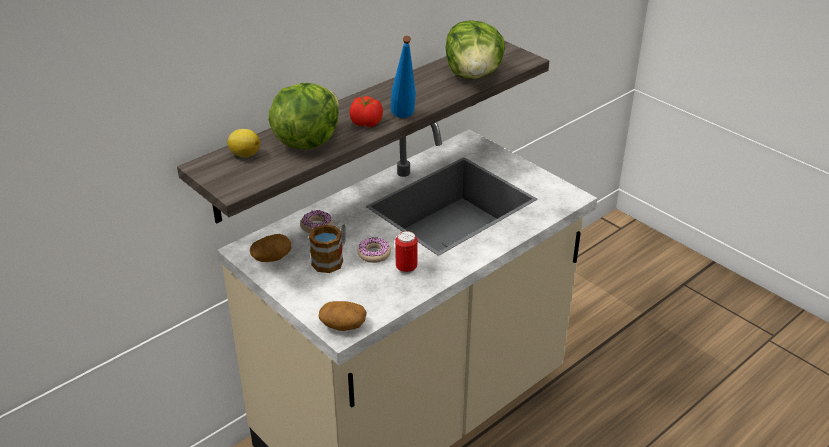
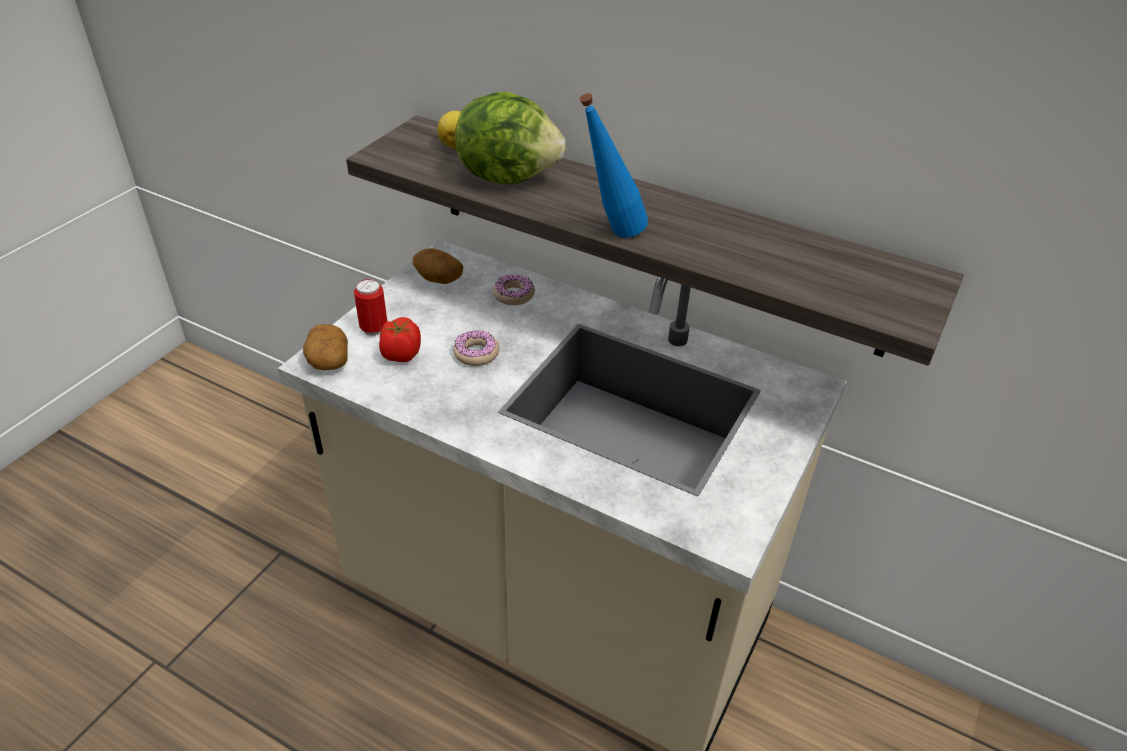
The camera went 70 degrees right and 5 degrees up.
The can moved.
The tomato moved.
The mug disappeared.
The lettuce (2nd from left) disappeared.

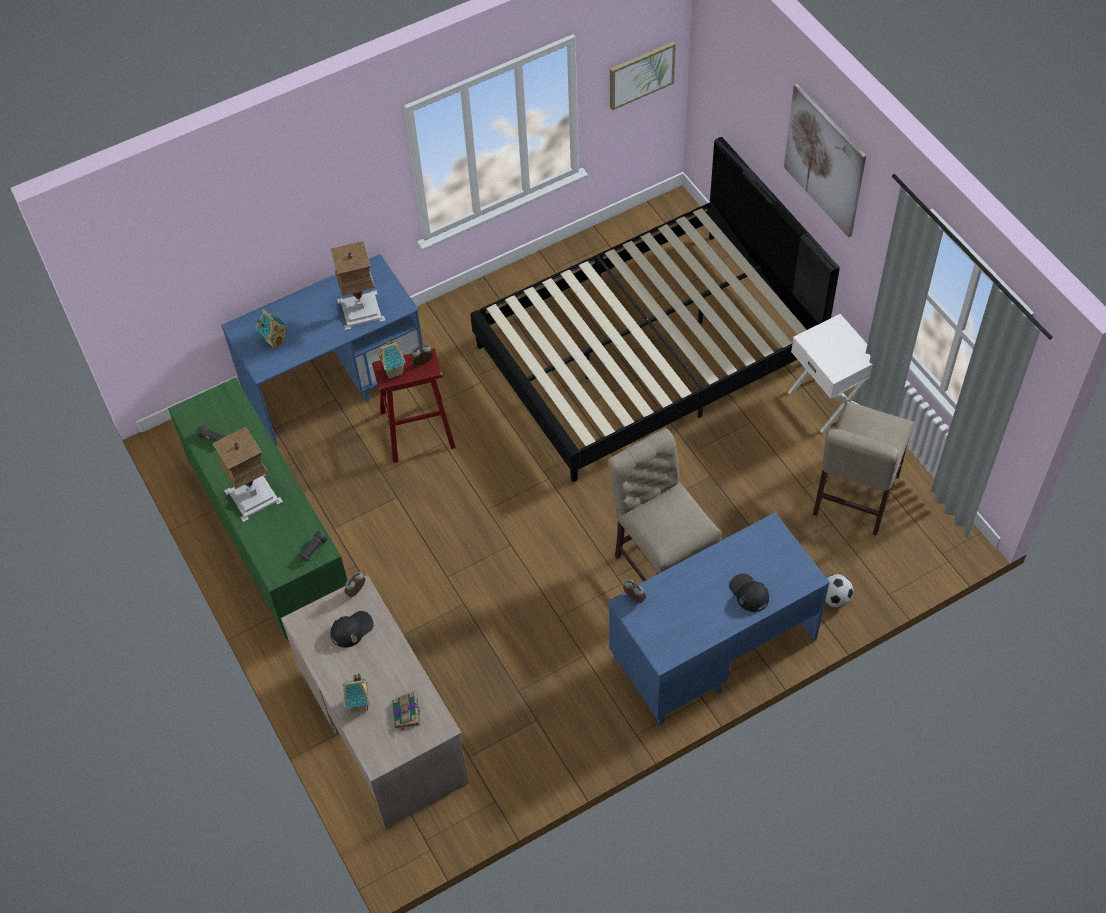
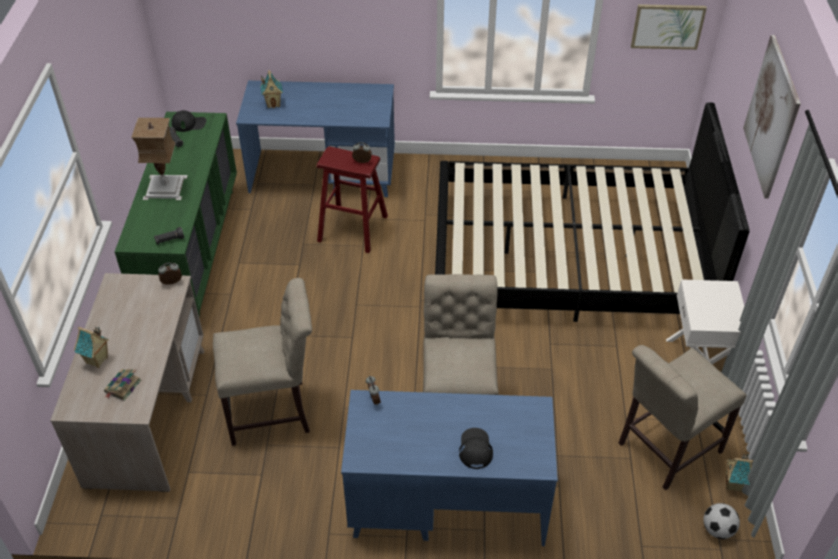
The camera went 30 degrees right and 10 degrees down.
The black cap (1st from left) moved.
The beige chair (1st from left) appeared.
The football moved.
The toy house (3rd from left) moved.
The table lamp (2nd from left) disappeared.

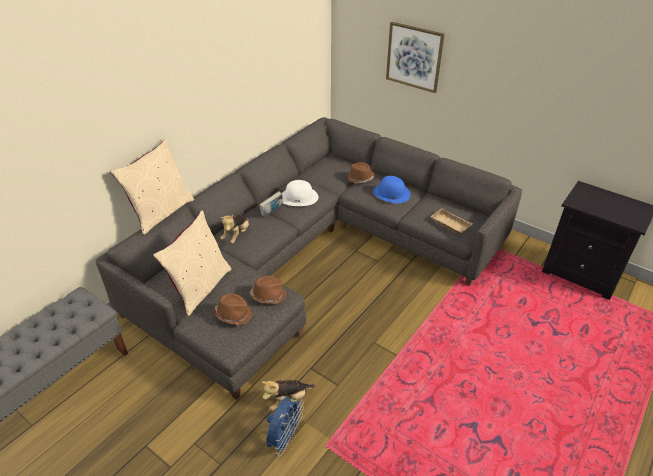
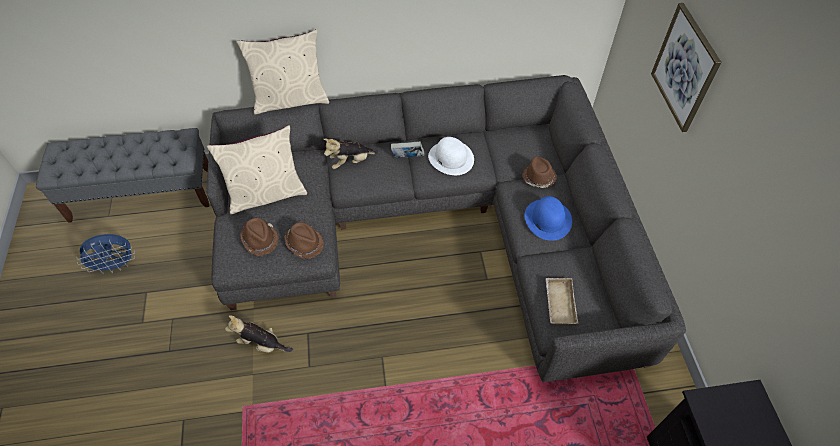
The camera went 45 degrees right and 15 degrees up.
The blue fan moved.

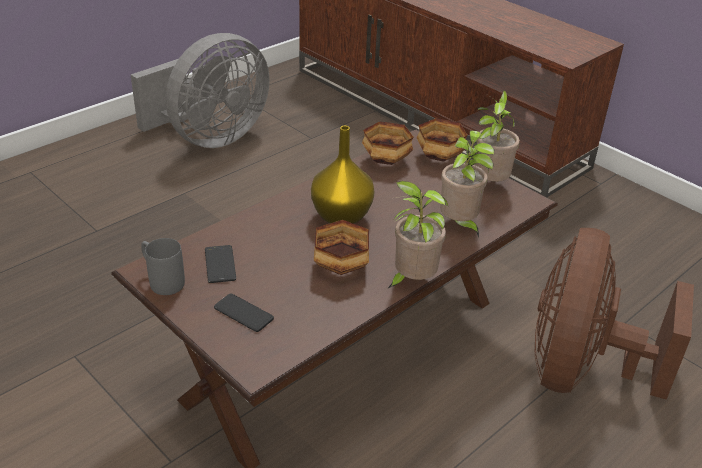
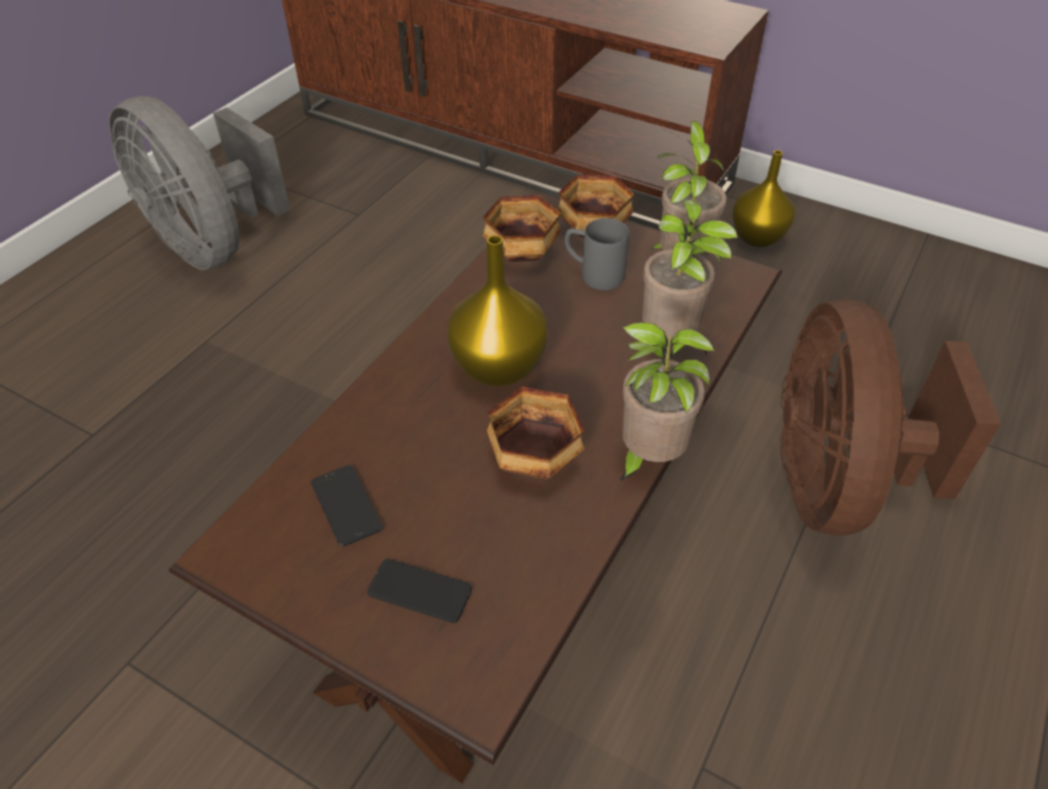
The camera went 15 degrees left and 10 degrees up.
The grey fan turned 105 degrees clockwise.
The grey mug moved.
The yellow vase (2nd from left) appeared.

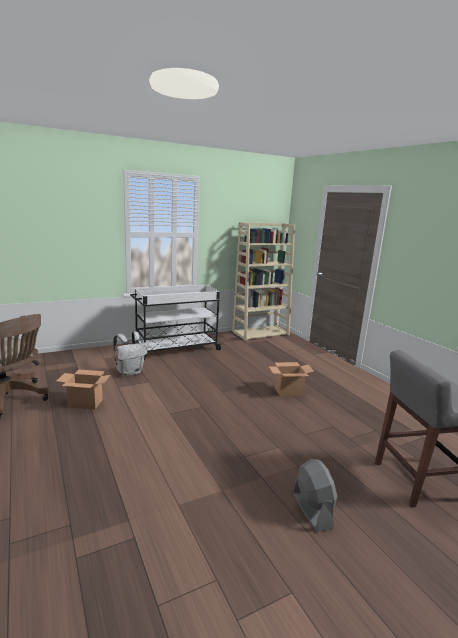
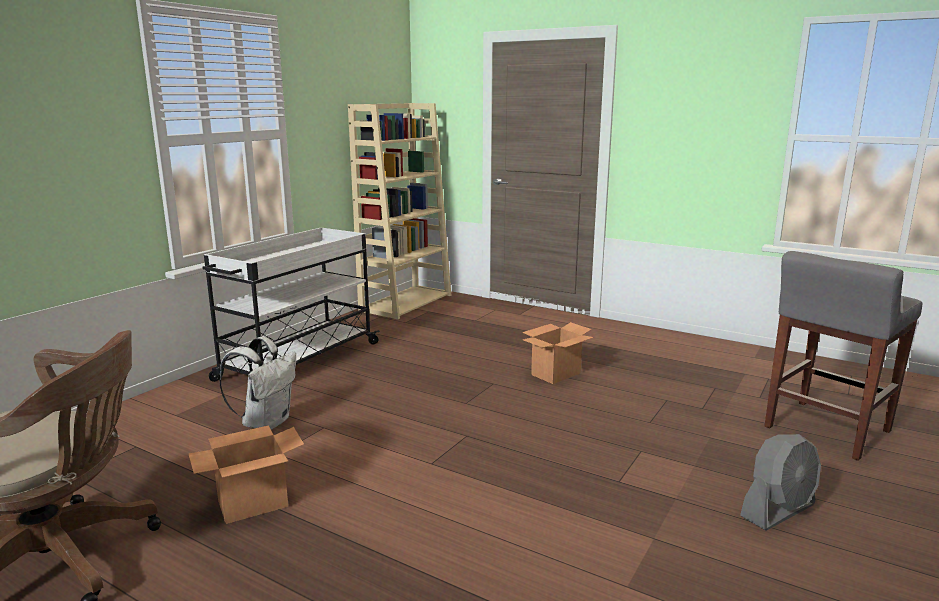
The camera went 30 degrees left and 0 degrees up.
The grey fan turned 105 degrees clockwise.

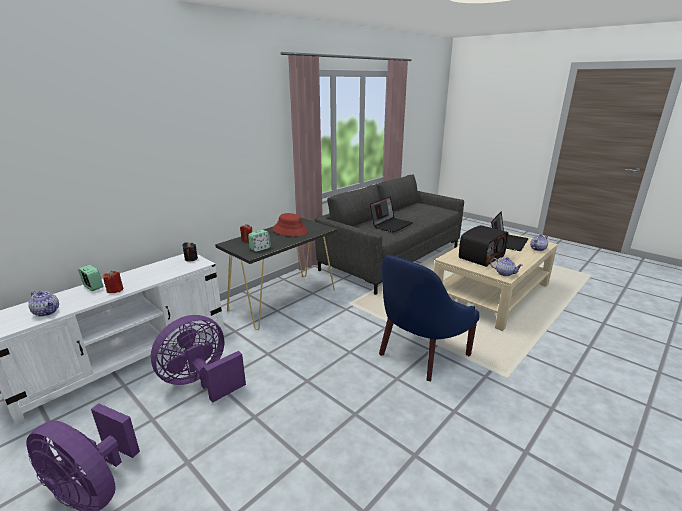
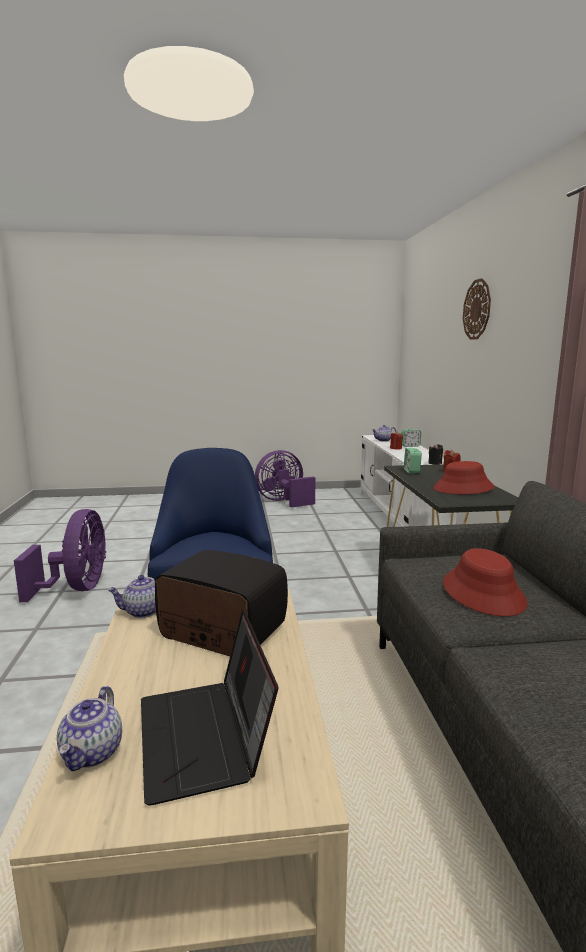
The camera went 130 degrees right and 10 degrees down.
The purple fan (2nd from left in the first image) moved.
The radio turned 120 degrees clockwise.
The laptop (1st from left) was replaced by the red hat (2nd from left).
The wall clock appeared.

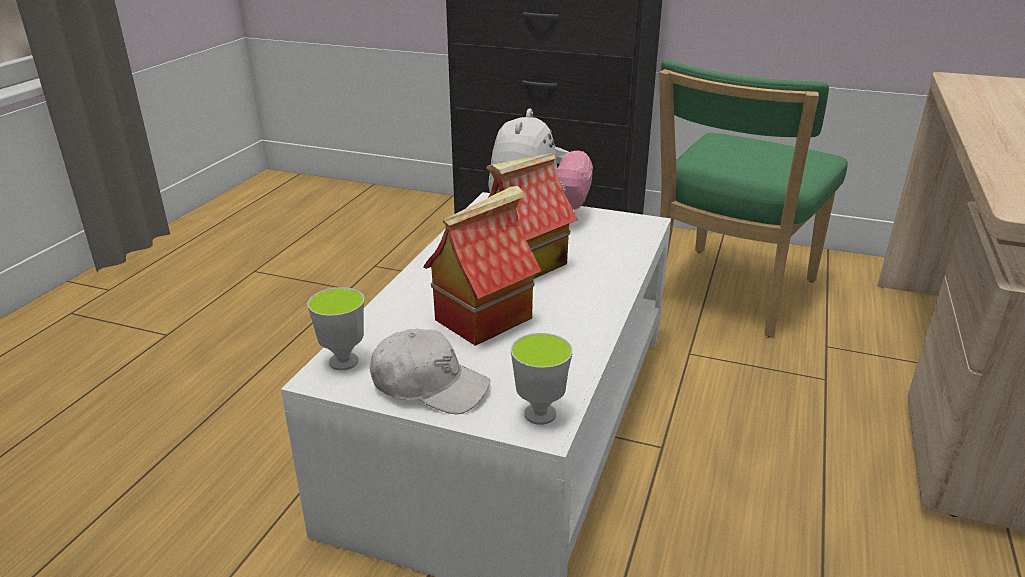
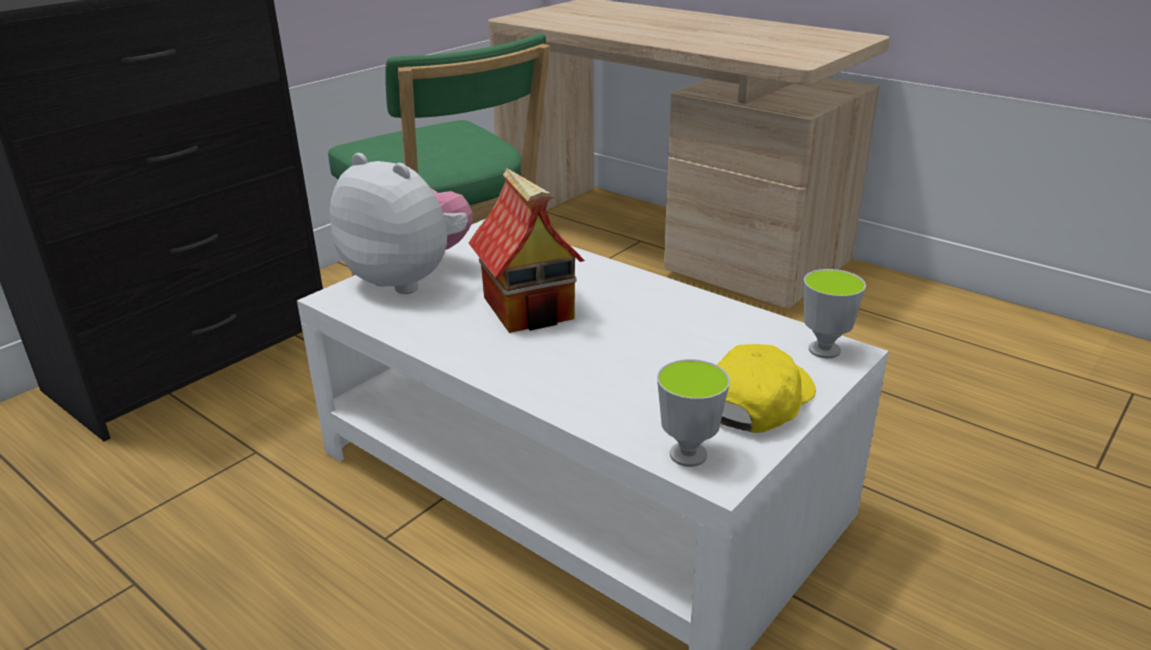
The camera went 70 degrees left and 0 degrees up.
The white cap became the yellow cap.
The toy house (1st from left) disappeared.

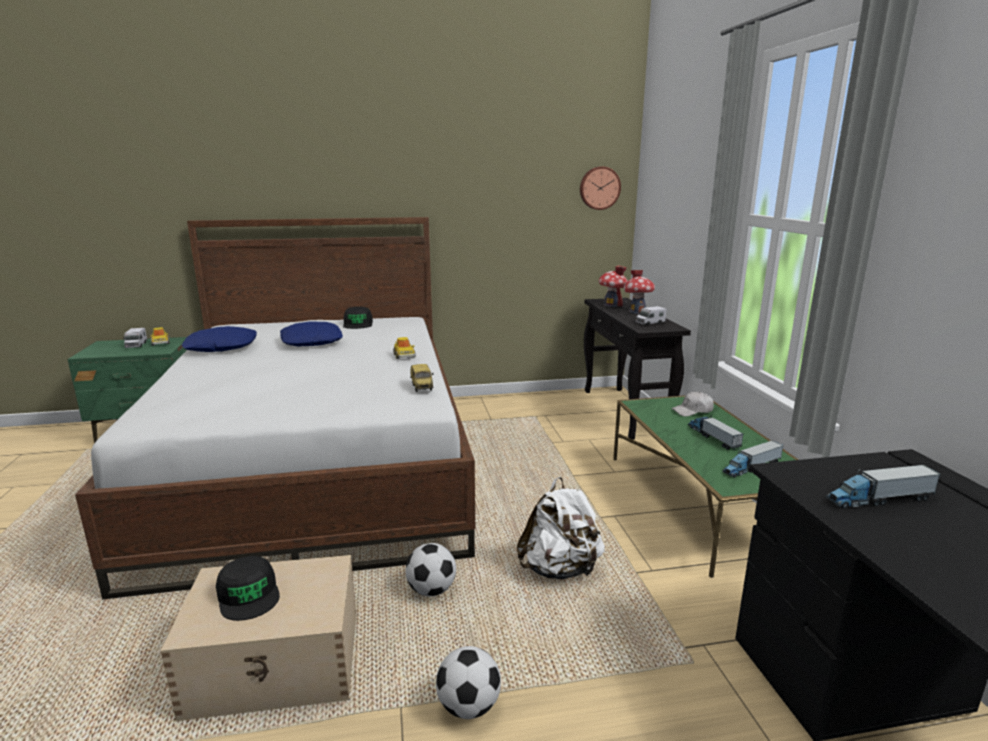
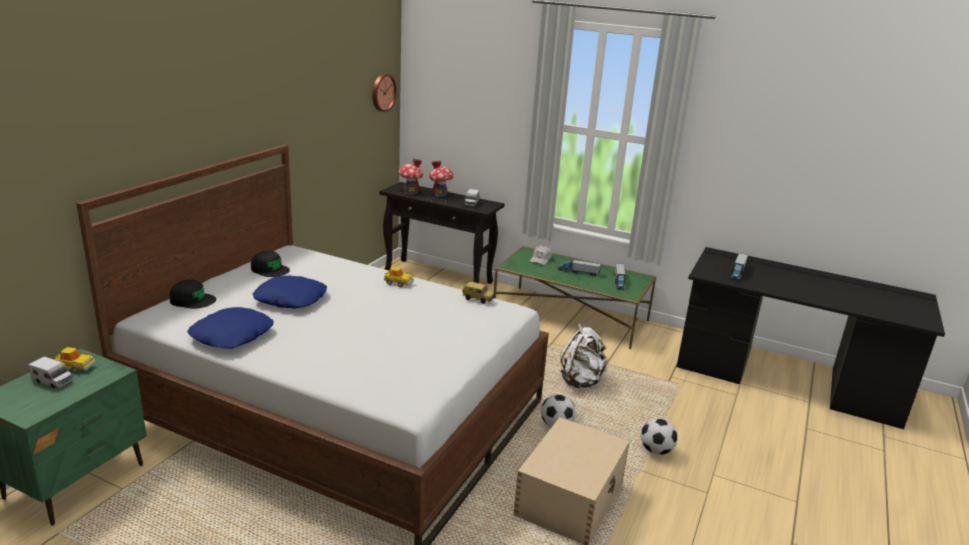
The camera went 55 degrees left and 5 degrees up.
The black cap (1st from left) moved.

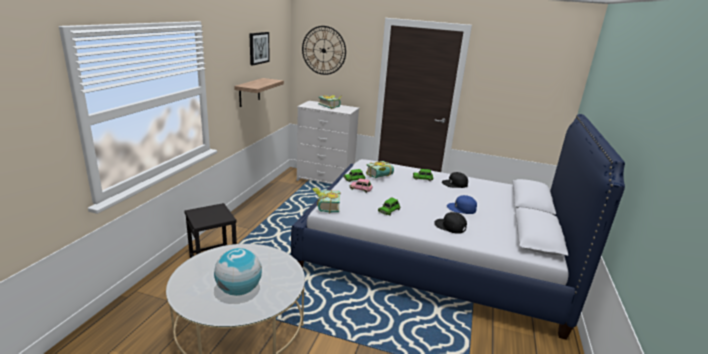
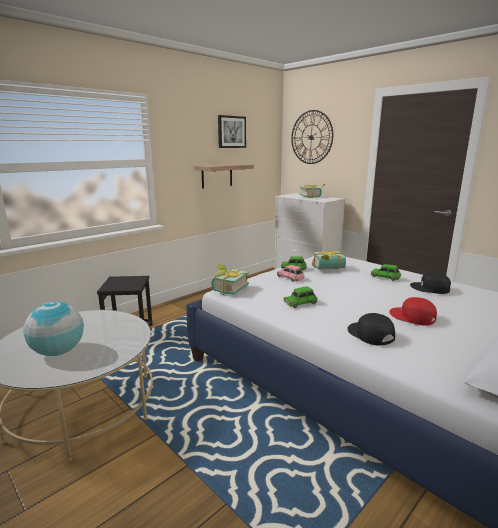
The camera went 30 degrees right and 5 degrees down.
The blue cap became the red cap.

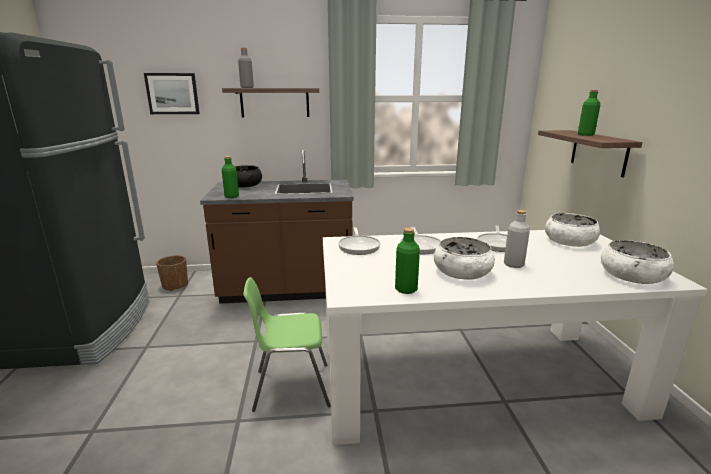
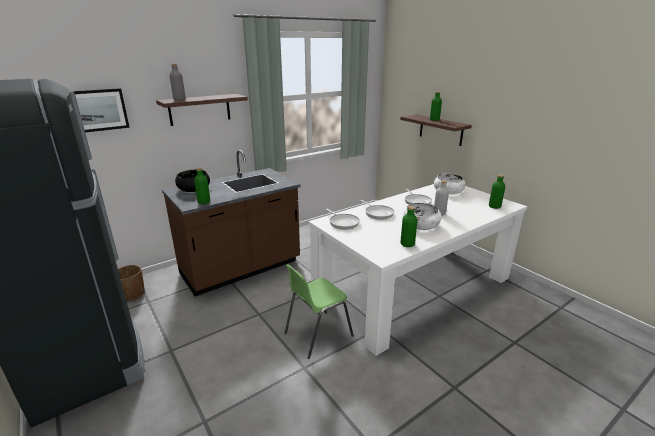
The camera went 30 degrees left and 5 degrees up.
The white bowl (3rd from left) was replaced by the green bottle (4th from left).

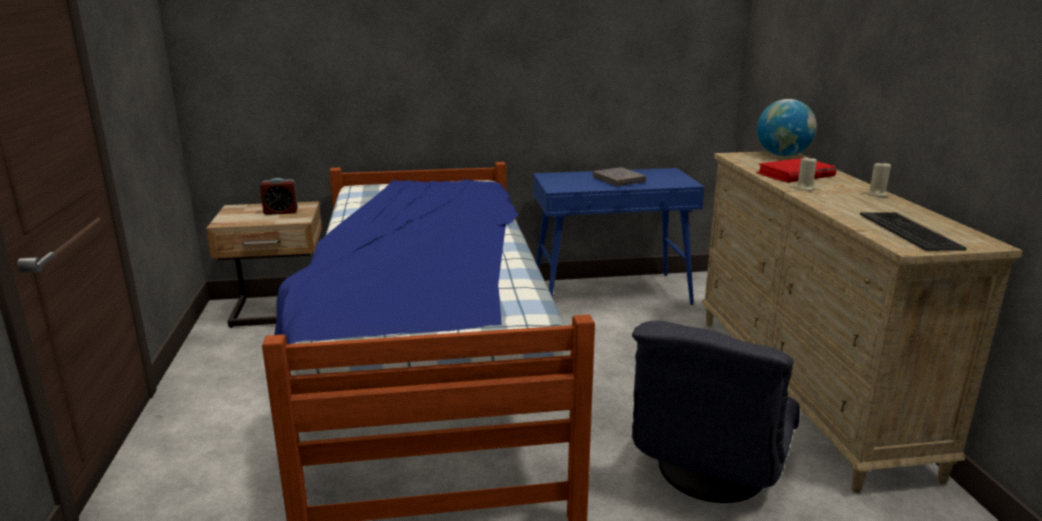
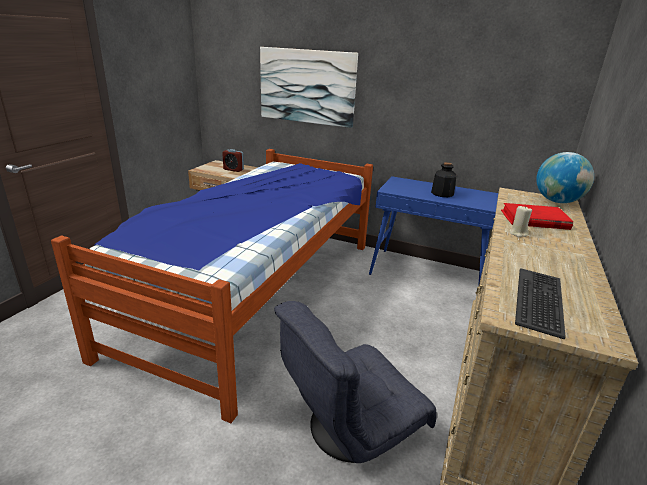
The camera went 30 degrees right and 5 degrees up.
The picture appeared.
The grey book was replaced by the bottle.
The beige candle (2nd from left) disappeared.

